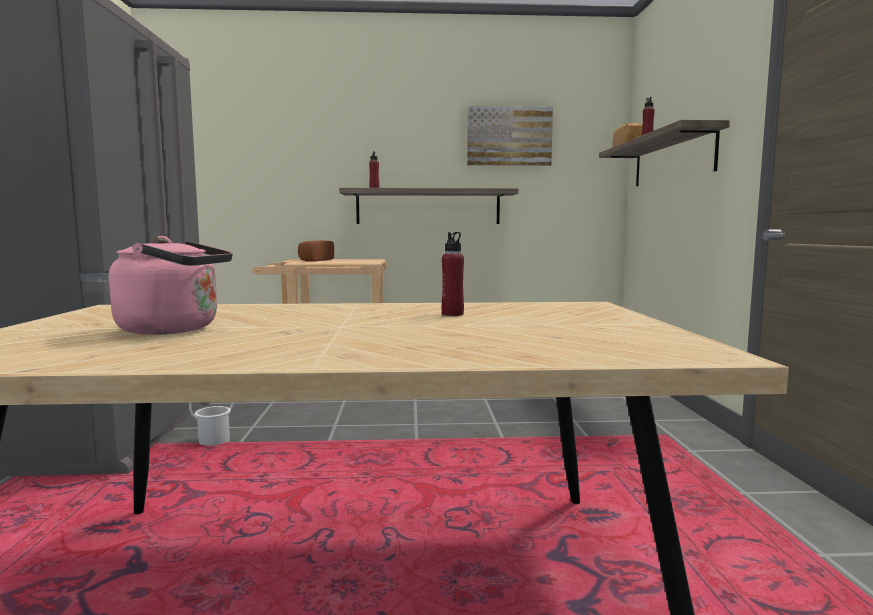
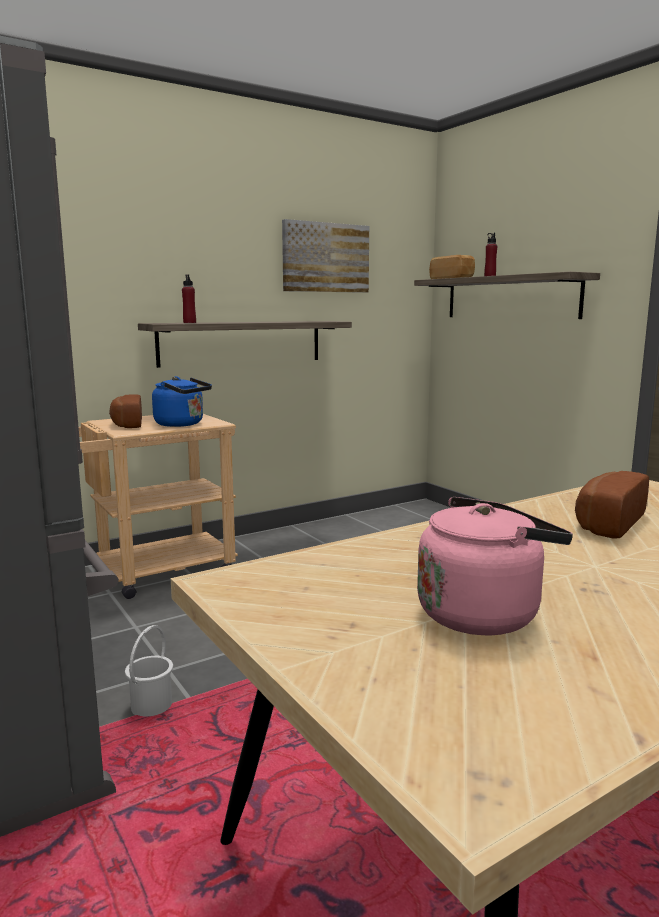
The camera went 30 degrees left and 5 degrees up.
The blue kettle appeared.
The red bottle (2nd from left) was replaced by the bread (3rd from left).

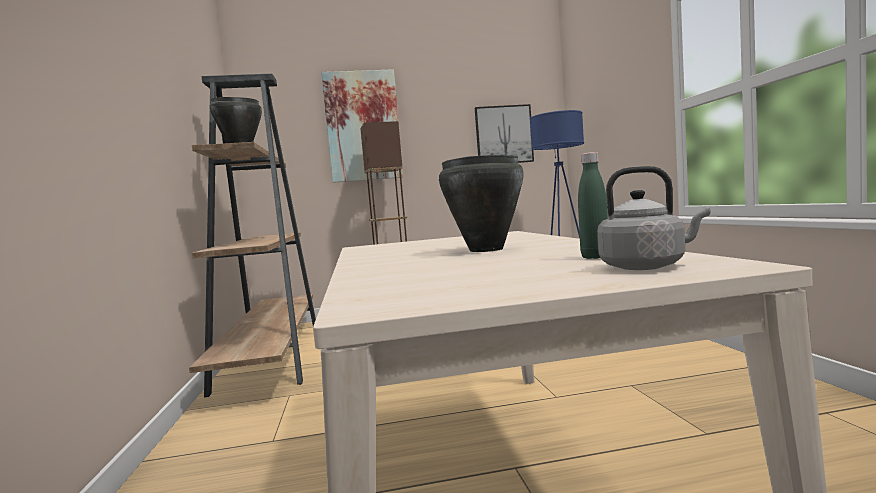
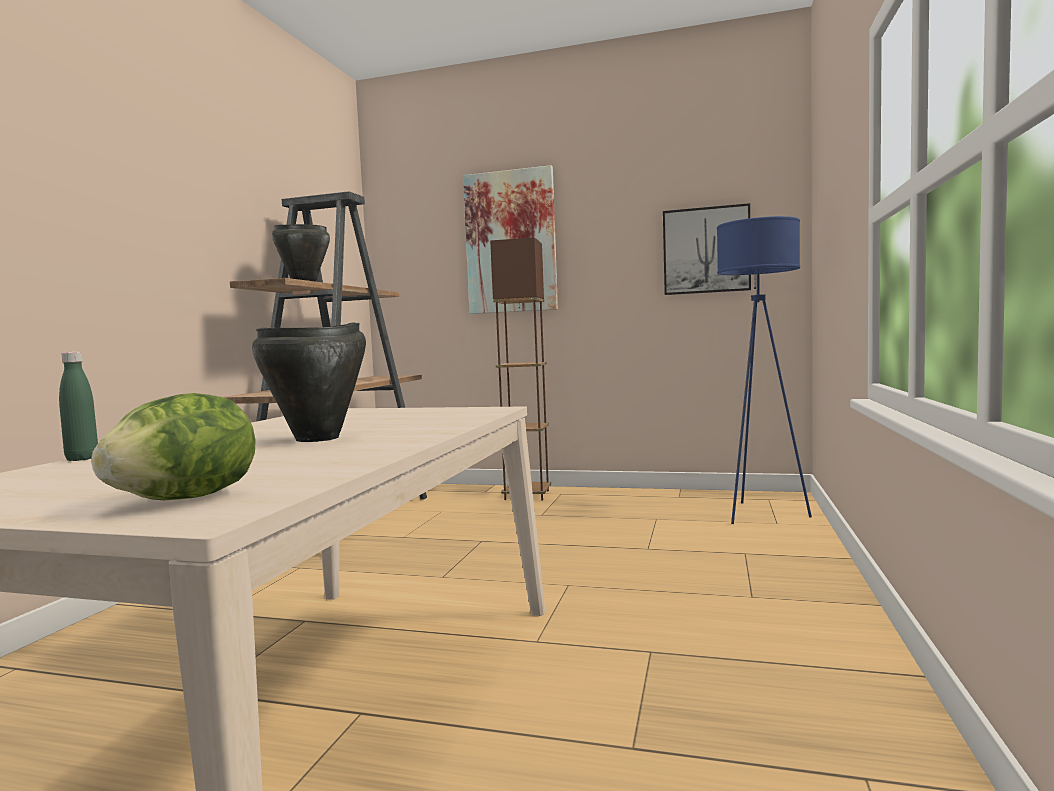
The camera went 25 degrees right and 0 degrees up.
The green bottle moved.
The grey kettle was replaced by the lettuce.

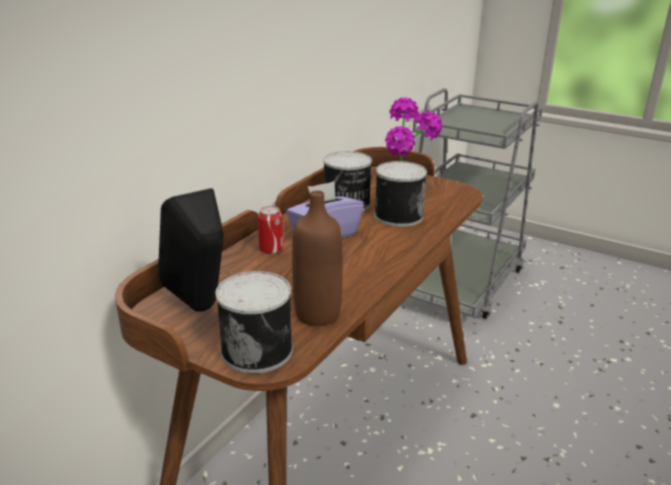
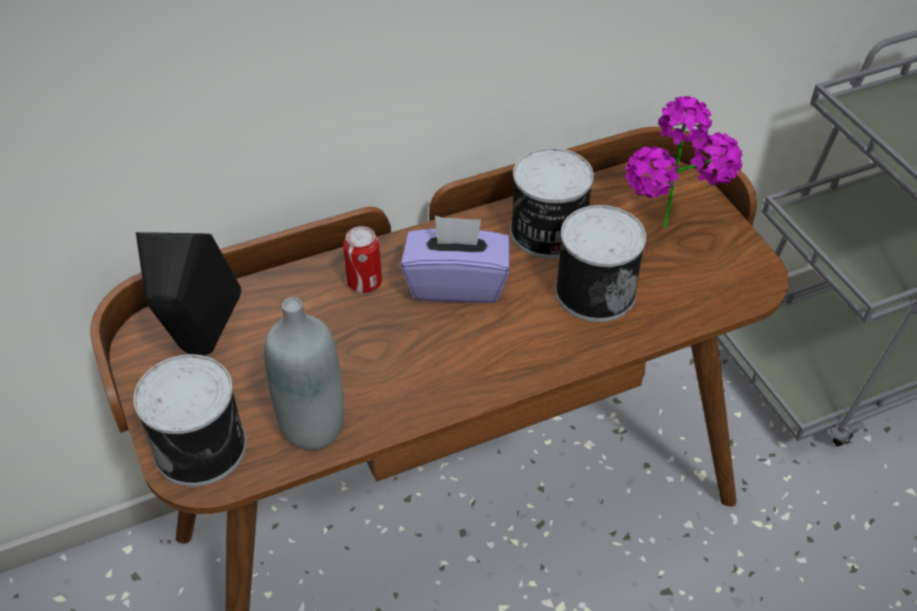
The camera went 35 degrees right and 20 degrees up.
The brown bottle became the grey bottle.

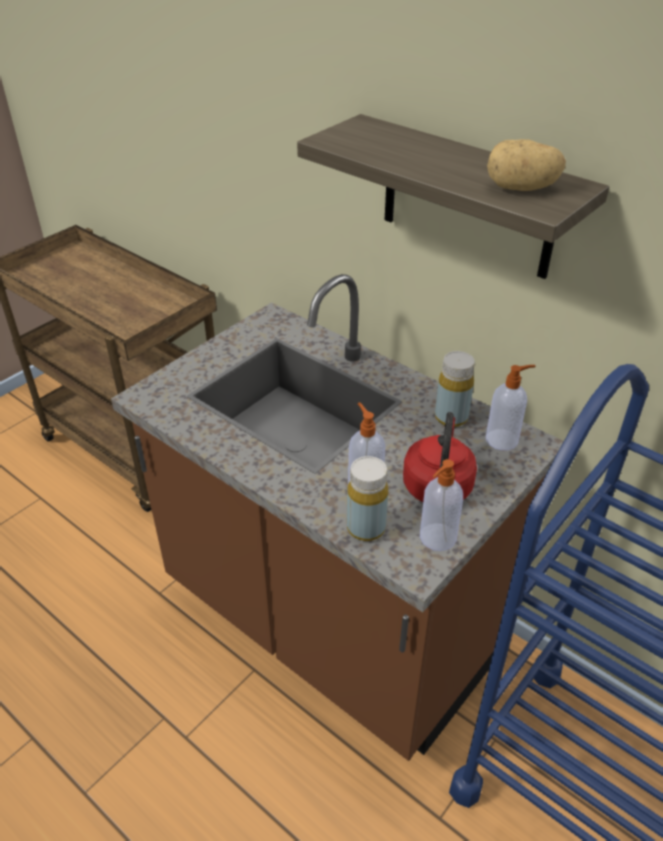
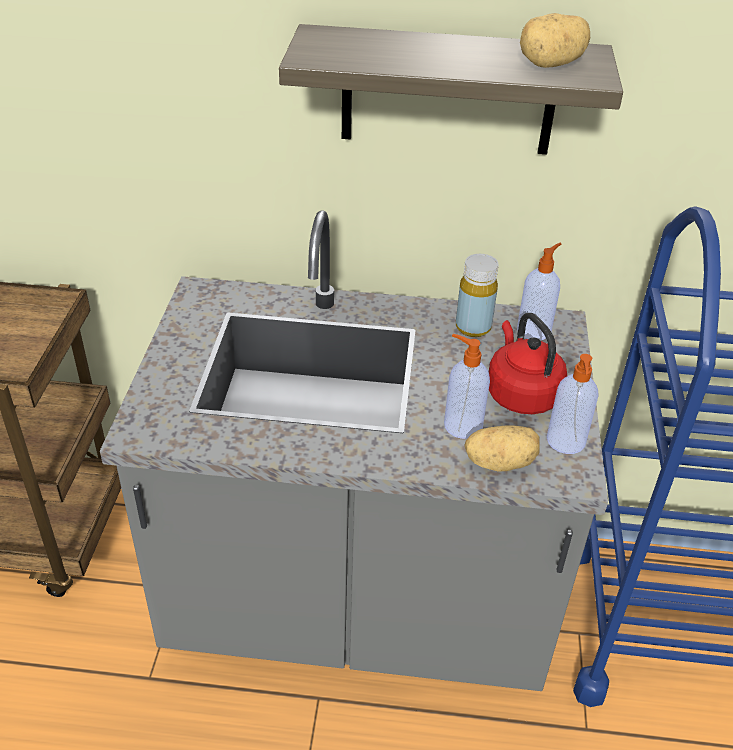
The camera went 35 degrees left and 0 degrees up.
The brown counter became the grey counter.
The yellow bottle (1st from left) was replaced by the potato (1st from left).

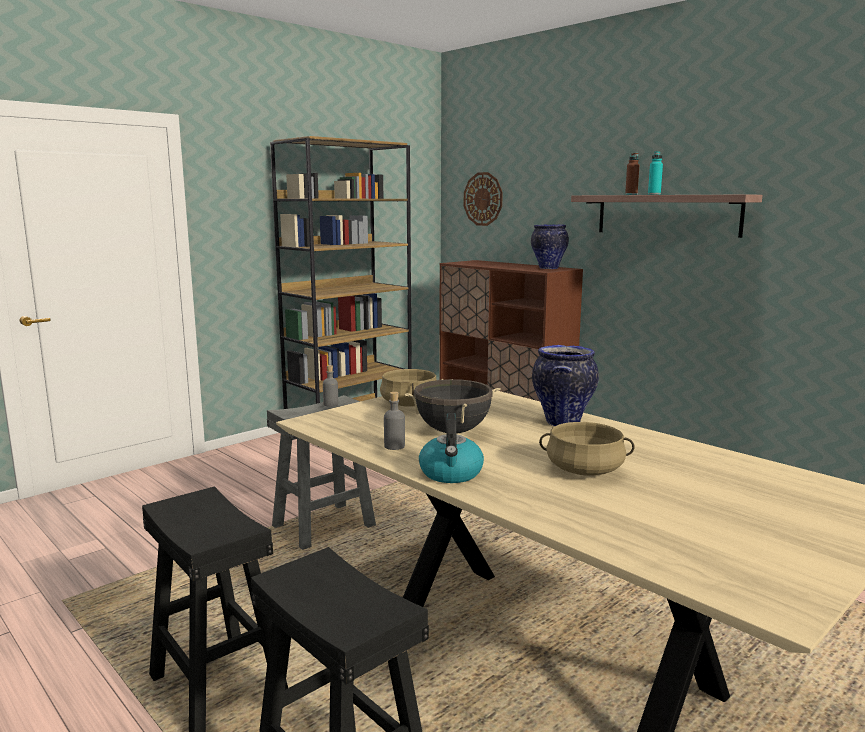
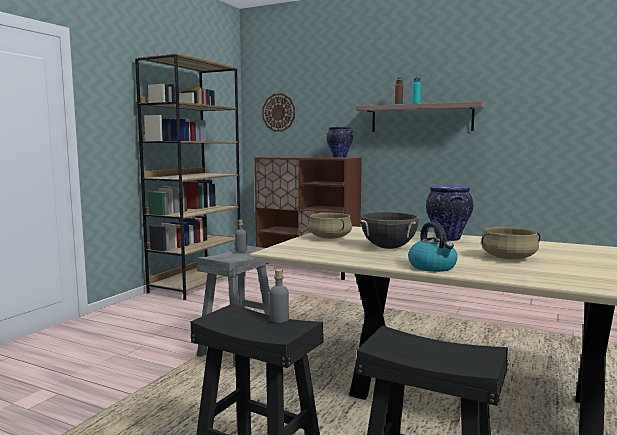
The camera went 20 degrees left and 5 degrees down.
The grey bottle (2nd from left) moved.

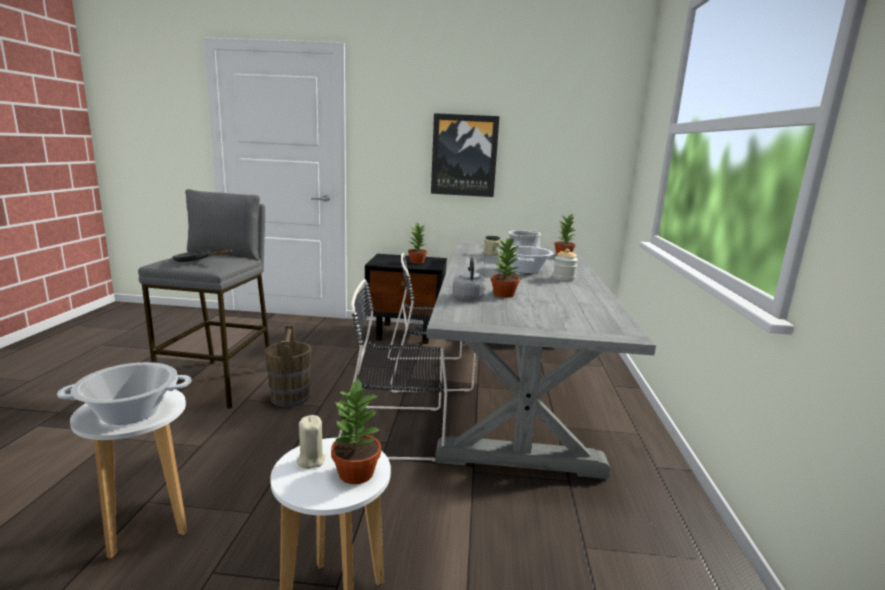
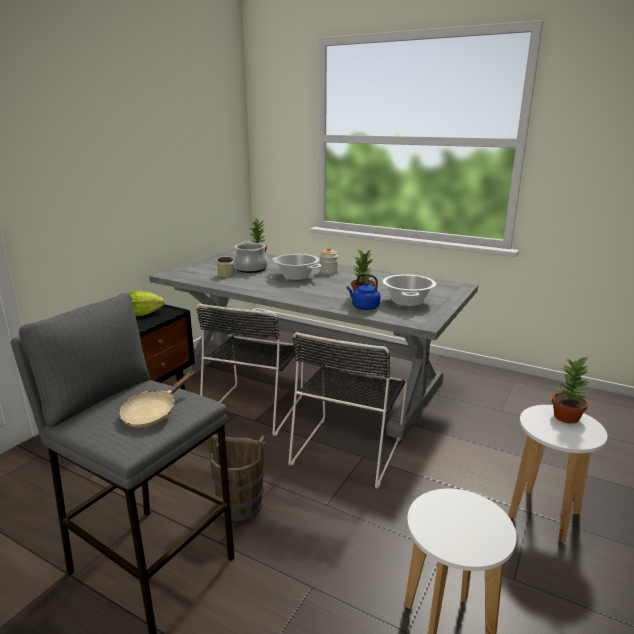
The camera went 65 degrees left and 5 degrees up.
The black frying pan became the beige frying pan.
The potted plant (2nd from left) was replaced by the lettuce.
The grey kettle became the blue kettle.
The cooking pot (1st from left in the first image) moved.
The beige candle disappeared.
The picture disappeared.

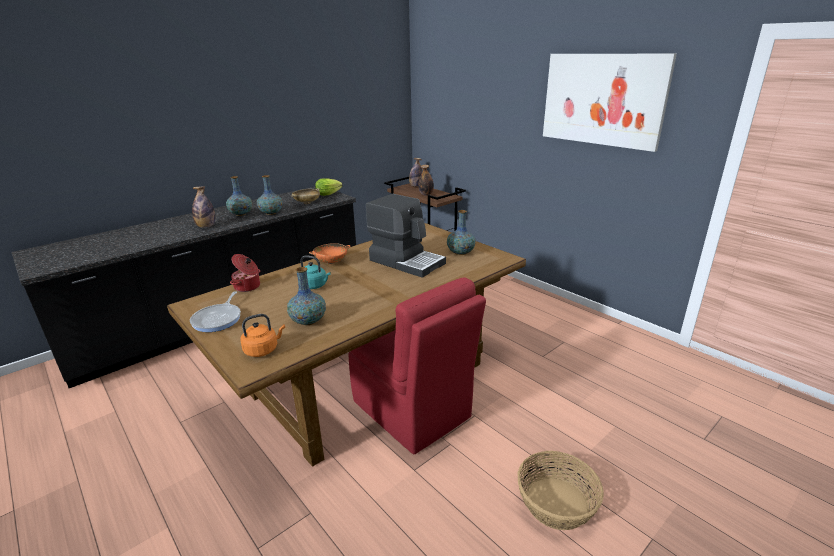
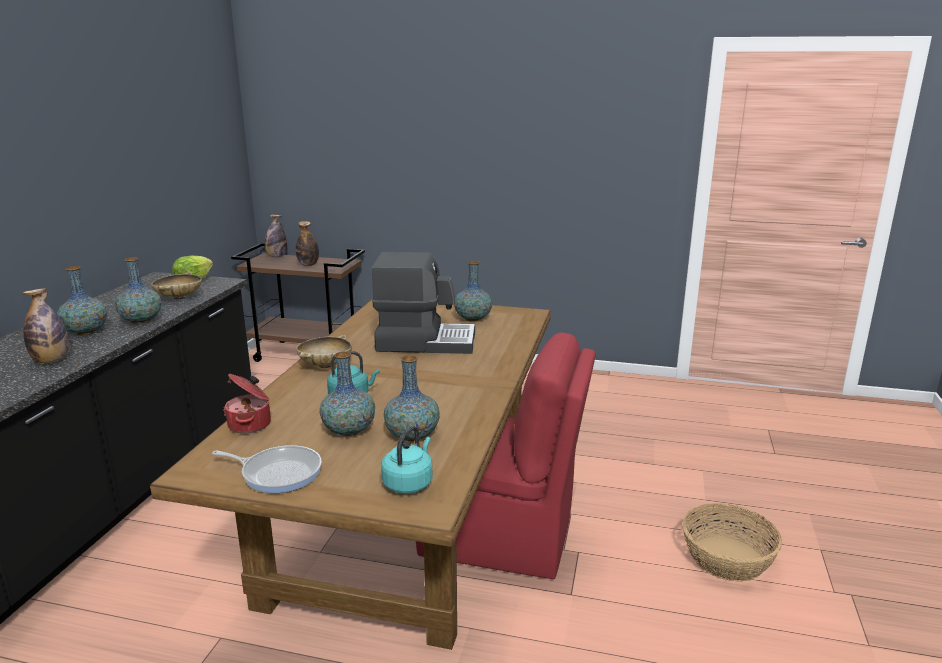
The camera went 35 degrees left and 5 degrees down.
The frying pan turned 45 degrees counterclockwise.
The orange bowl became the beige bowl (2nd from left).
The vase (3rd from left) appeared.
The orange kettle became the turquoise kettle (2nd from left).
The picture disappeared.

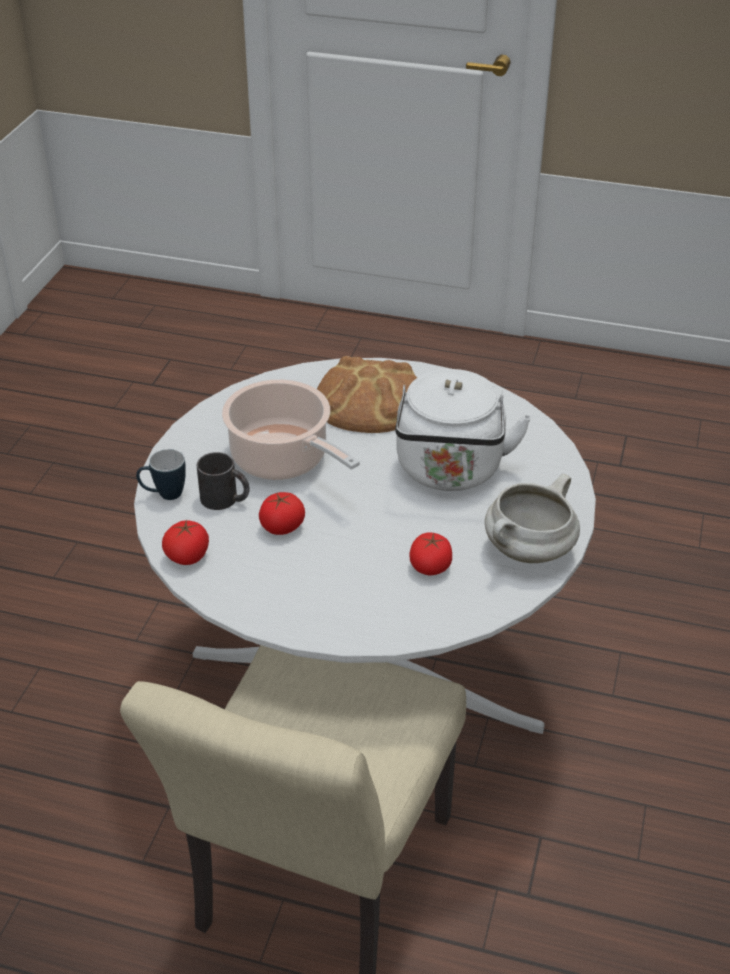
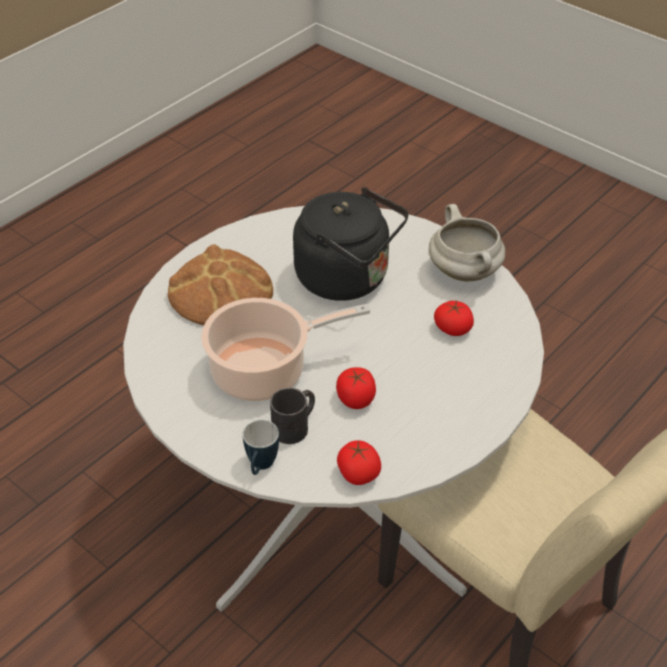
The camera went 65 degrees left and 5 degrees up.
The white kettle became the black kettle.

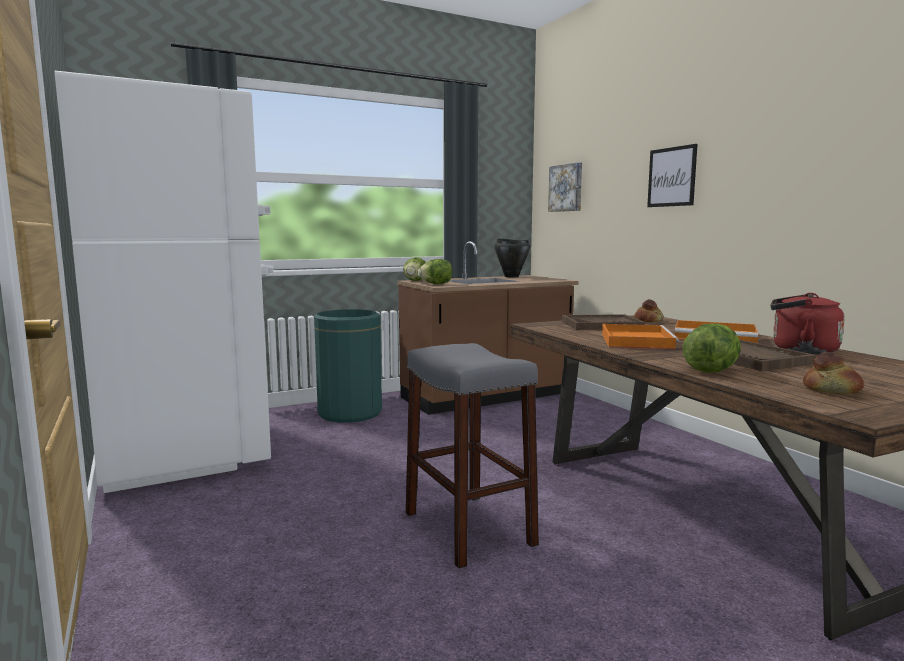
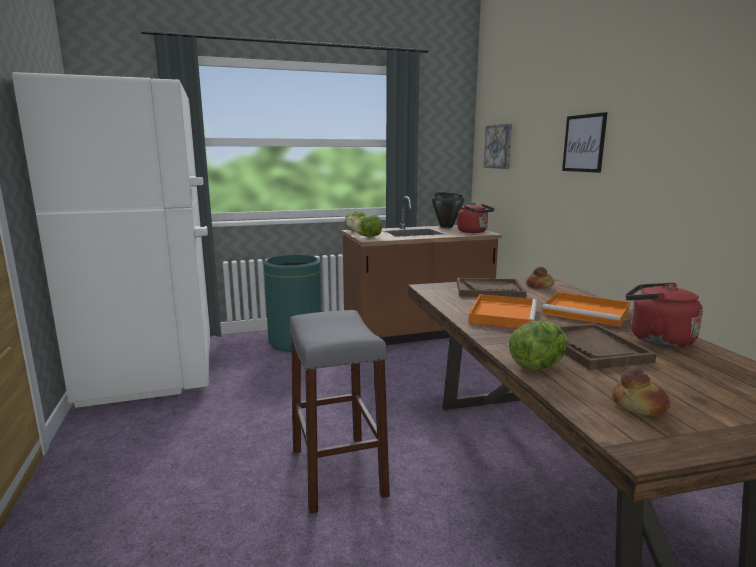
The camera went 10 degrees right and 5 degrees up.
The red kettle (1st from left) appeared.

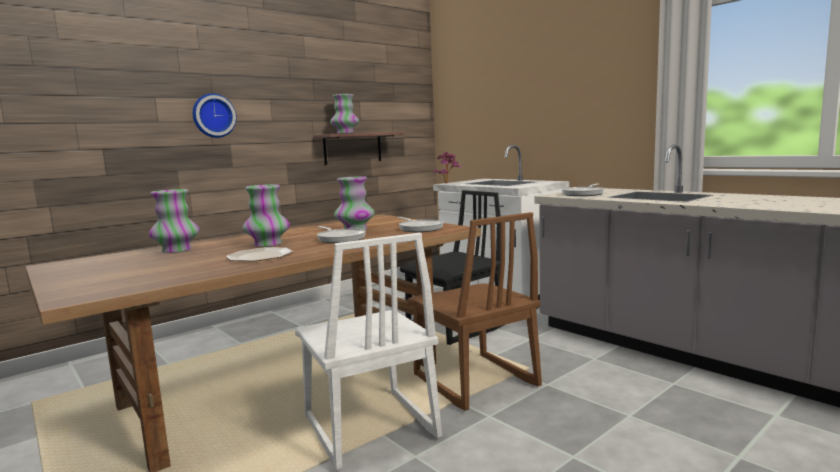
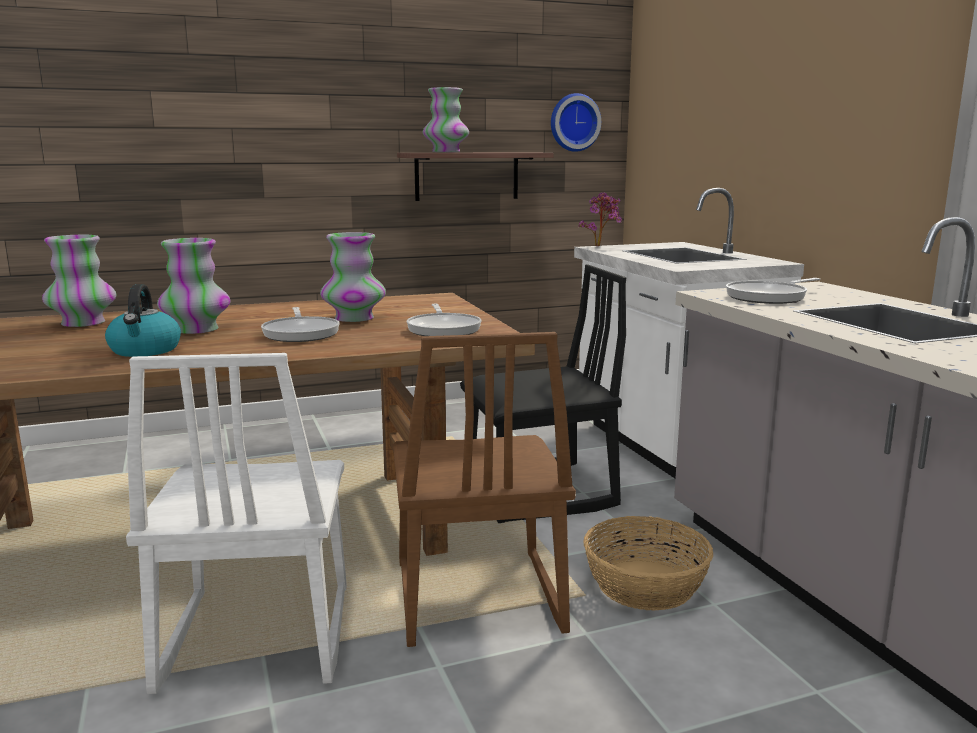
The camera went 20 degrees right and 5 degrees up.
The plate was replaced by the kettle.
The wall clock moved.
The basket appeared.

